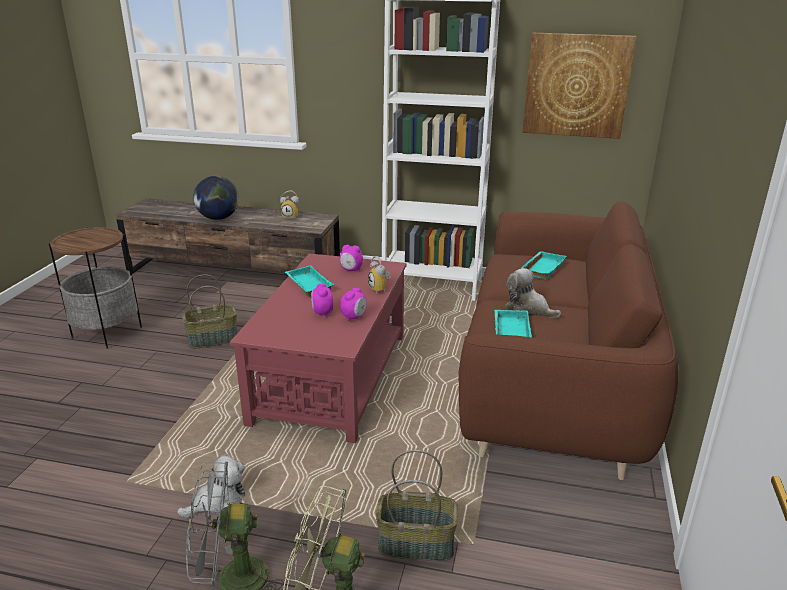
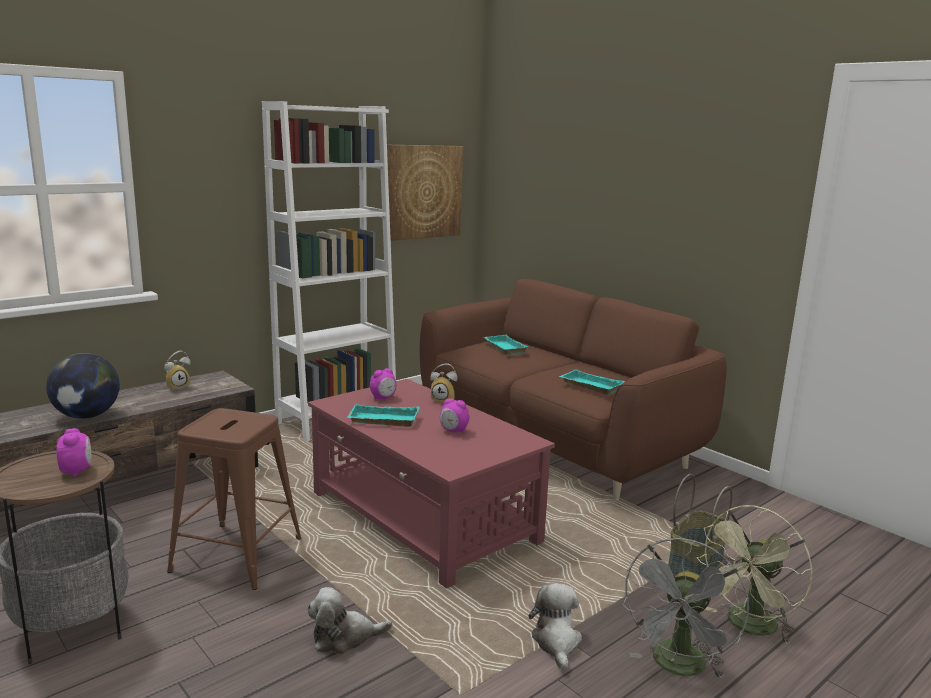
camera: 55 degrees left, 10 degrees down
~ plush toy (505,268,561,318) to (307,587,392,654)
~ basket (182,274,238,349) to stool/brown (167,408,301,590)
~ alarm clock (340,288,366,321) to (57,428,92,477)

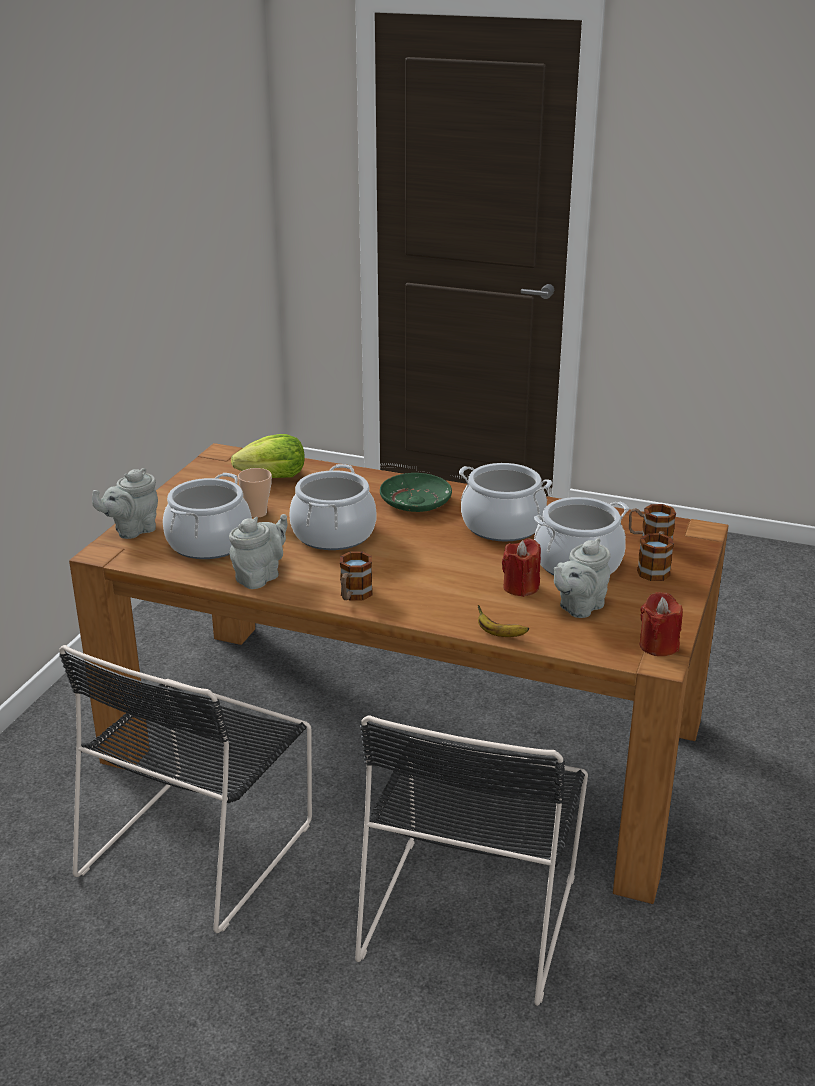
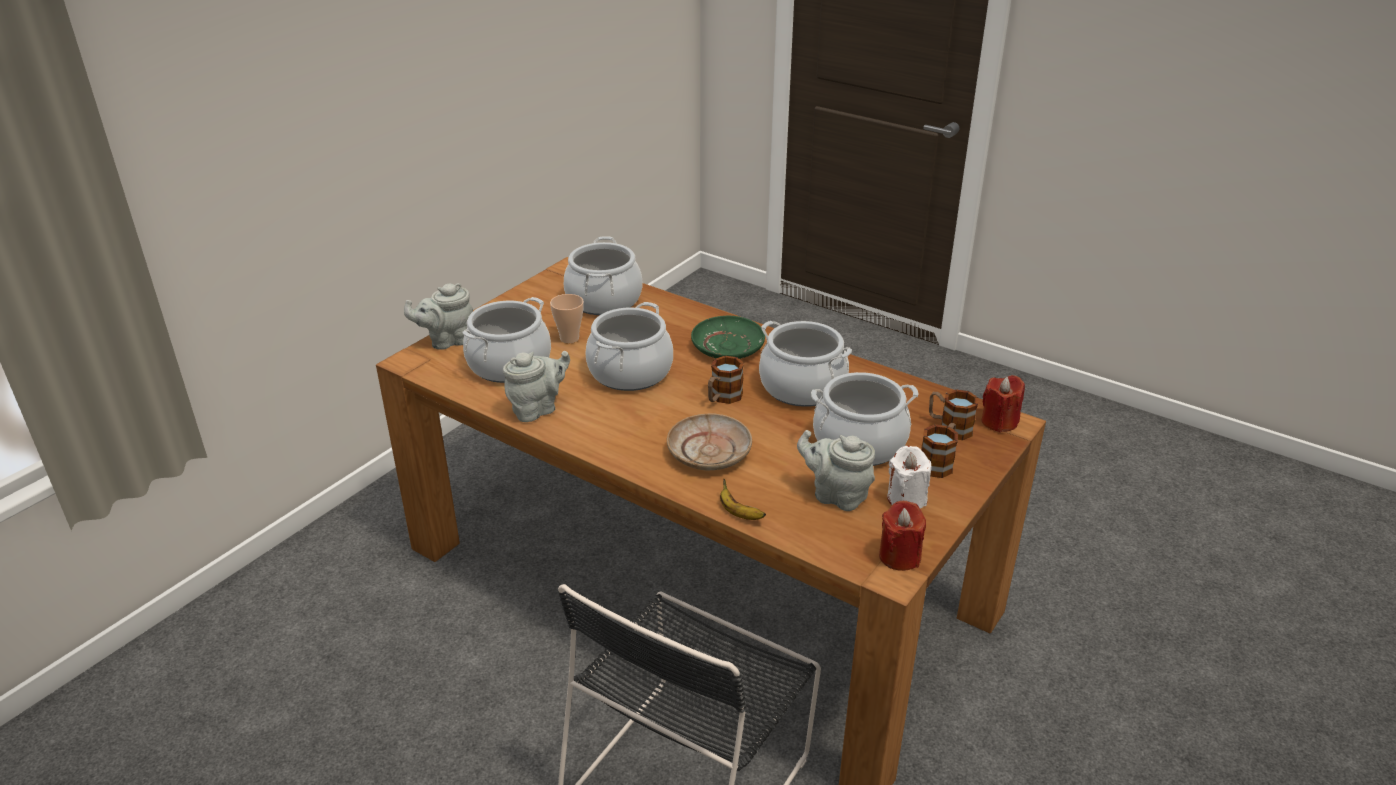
camera: 15 degrees right, 5 degrees up
~ lettuce (231,434,304,478) to cooking pot (564,236,642,315)
~ teapot/grey (554,538,611,618) = (797,430,875,511) 60 degrees clockwise
~ candle/red (502,539,541,597) to (982,375,1025,433)
~ mug (340,551,372,601) to (708,356,744,404)
- chair/black (59,645,312,933)
+ plate/beige (667,413,752,470)
+ candle/white (887,446,931,508)

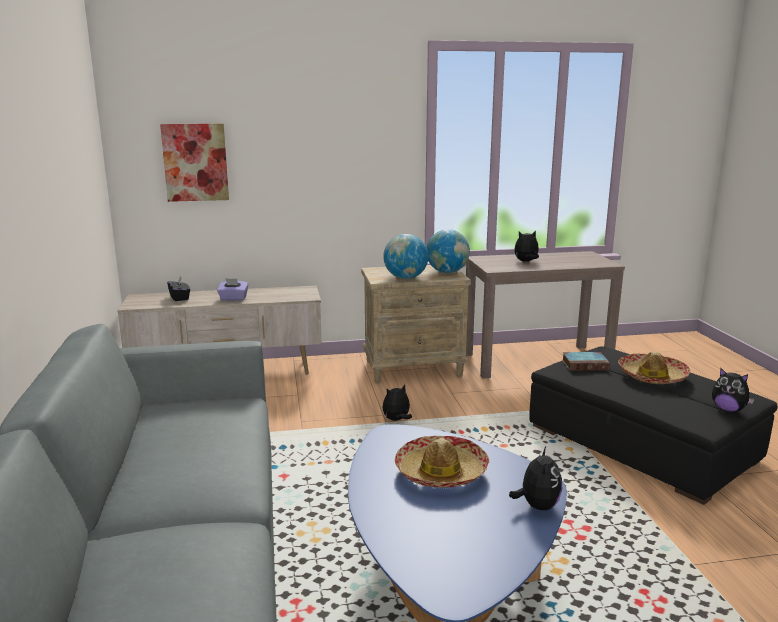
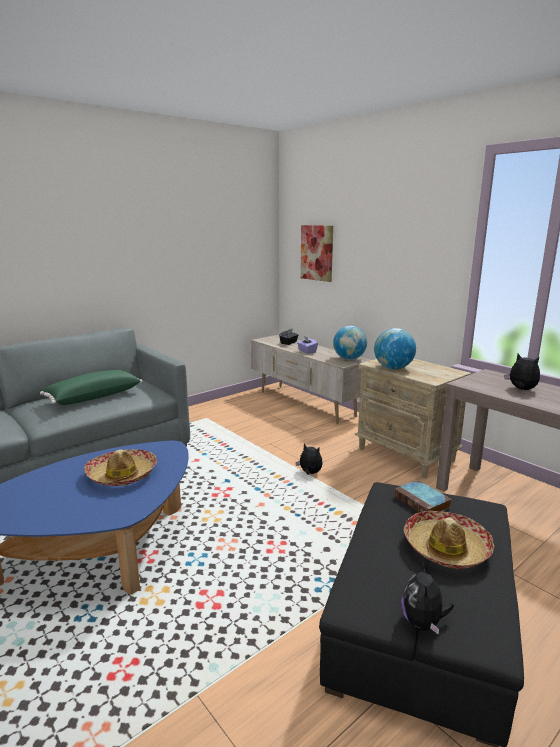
camera: 60 degrees right, 0 degrees up
~ globe (427,229,470,273) to (333,326,367,360)
- plush toy (509,447,563,510)
+ pillow/green (40,370,143,405)

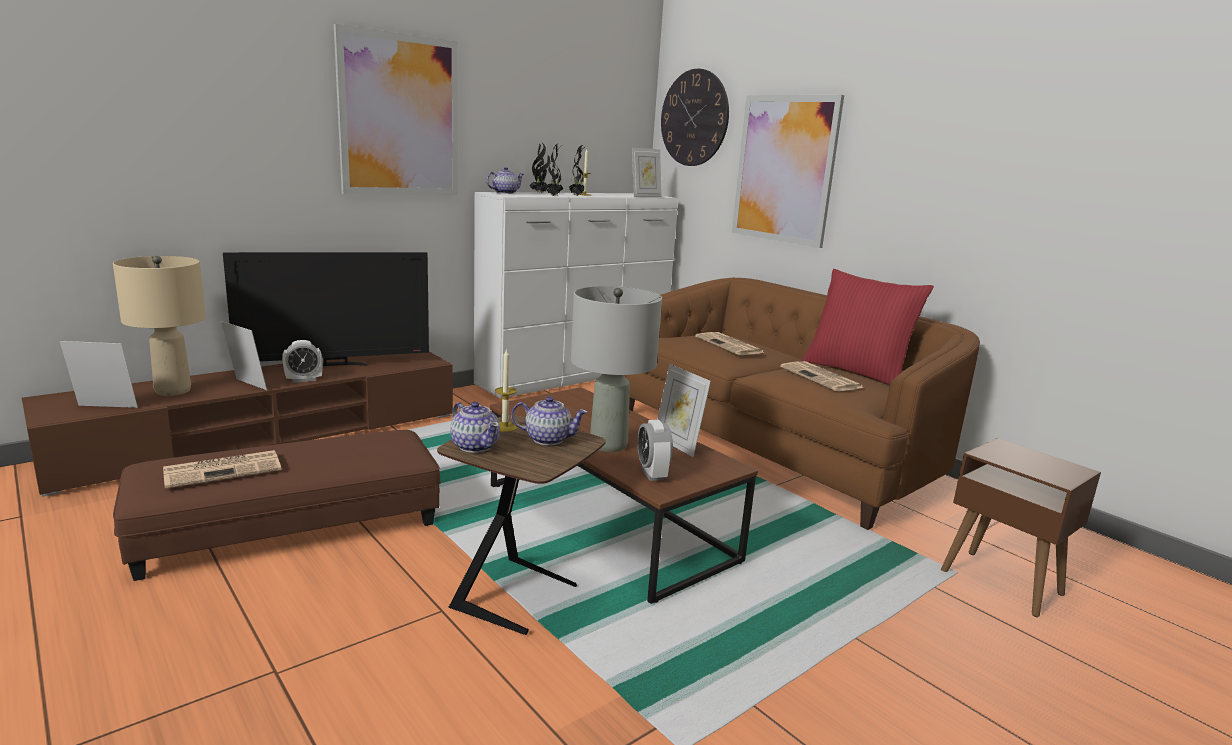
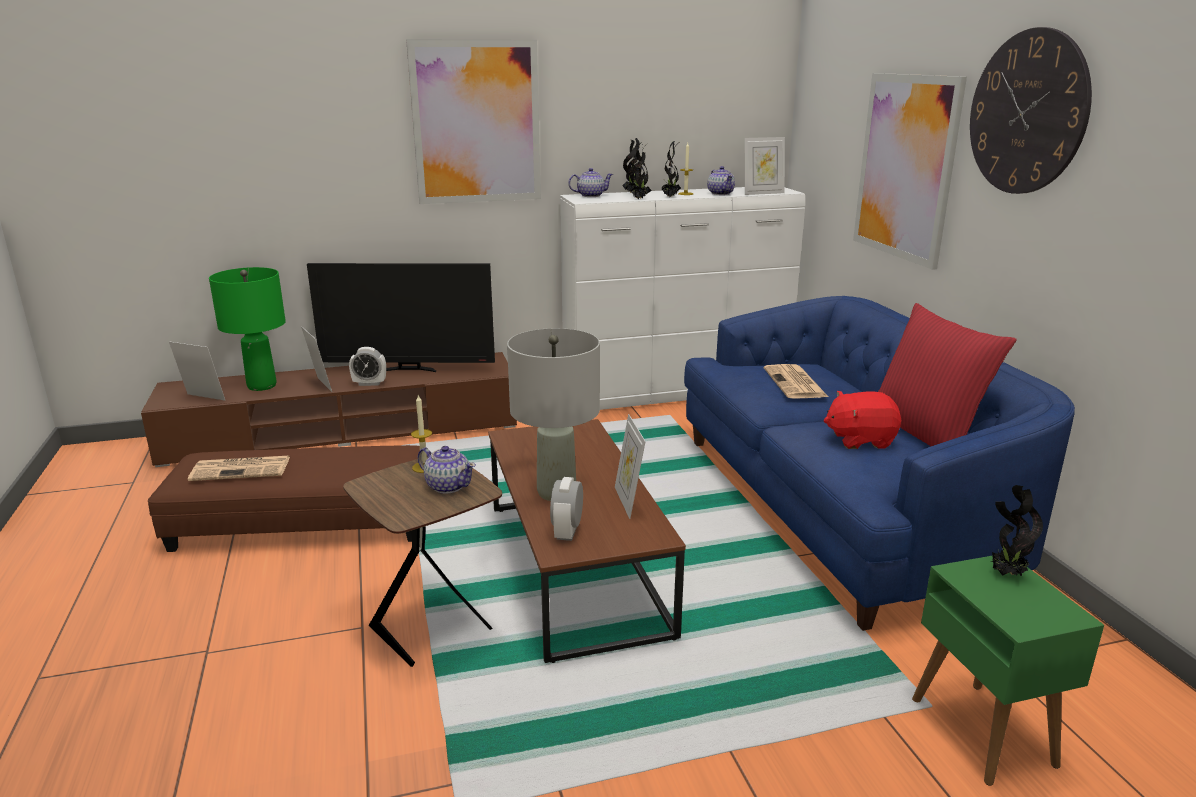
camera: 25 degrees right, 5 degrees up
~ wall clock (661,69,729,166) to (970,27,1092,194)
~ table lamp/beige (113,256,206,396) to table lamp/green (209,267,286,391)
~ sofa/brown (624,278,980,530) to sofa/blue (684,296,1075,631)
~ newspaper (780,361,864,391) to plush toy/red (824,391,901,449)
~ teapot (451,402,500,453) to (707,166,735,195)
~ side table/brown (941,438,1101,617) to side table/green (912,556,1104,786)
+ potted plant (991,485,1043,576)

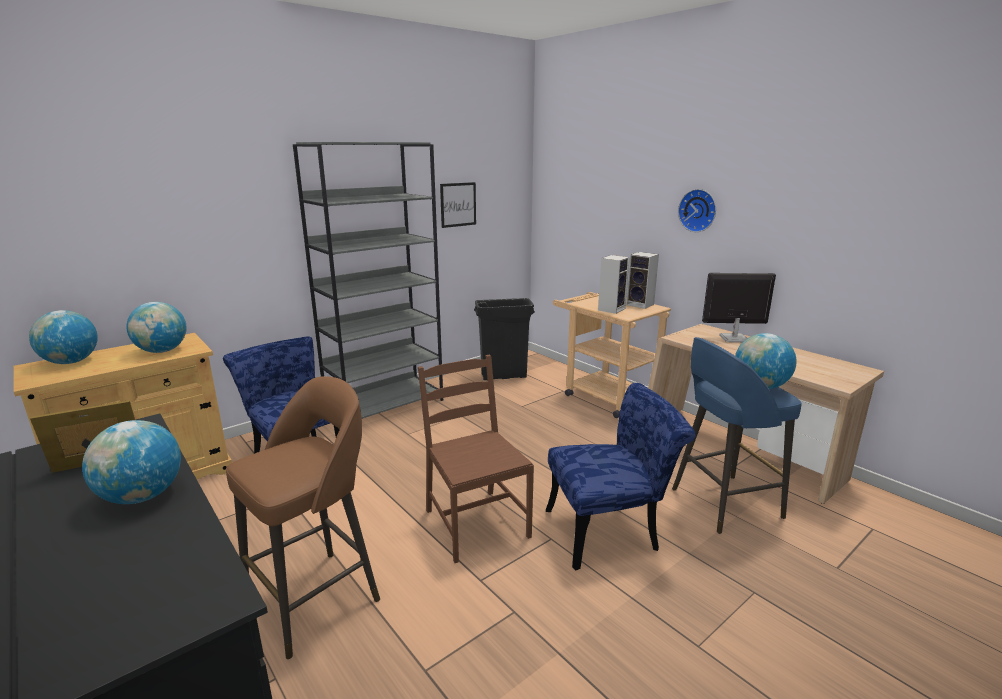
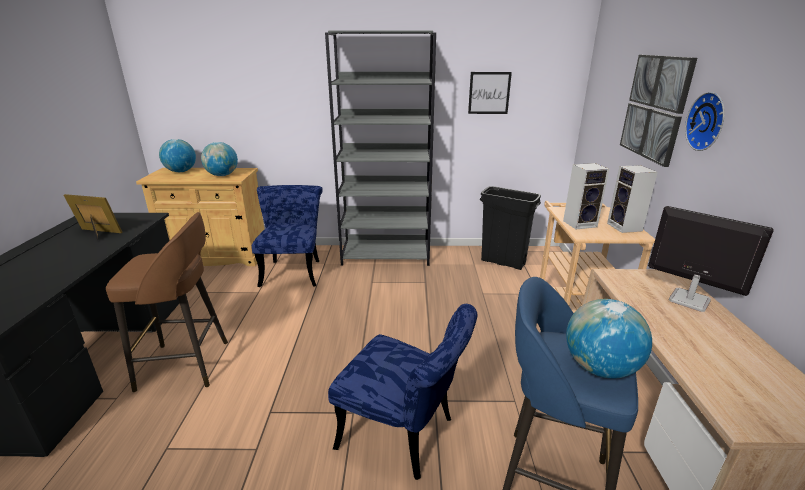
camera: 40 degrees right, 5 degrees up
- chair/brown (418,355,534,563)
- globe (82,420,181,504)
+ picture (620,55,697,167)

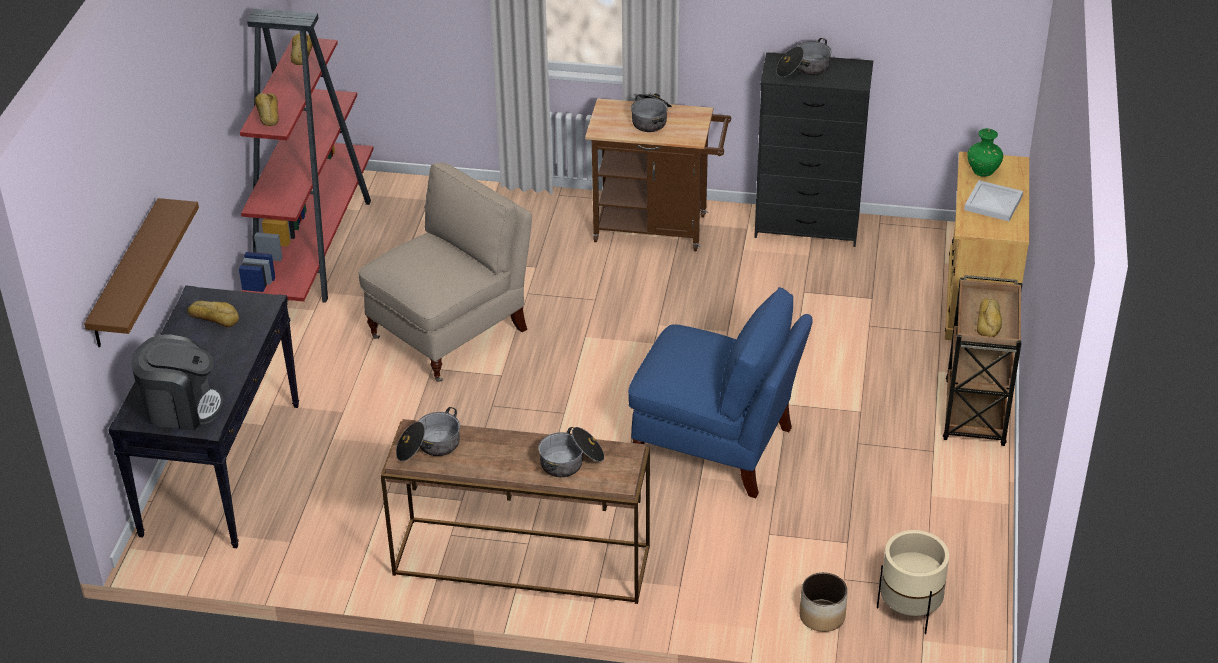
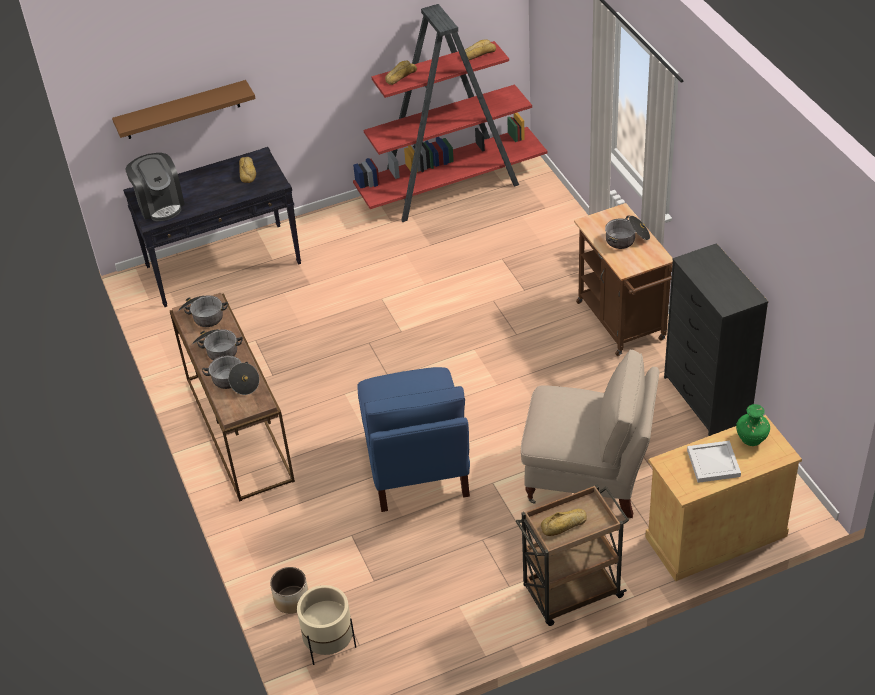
camera: 60 degrees right, 5 degrees up
~ cooking pot (776,38,832,77) to (191,329,243,360)
~ chair/beige (358,163,532,382) to (521,349,659,518)

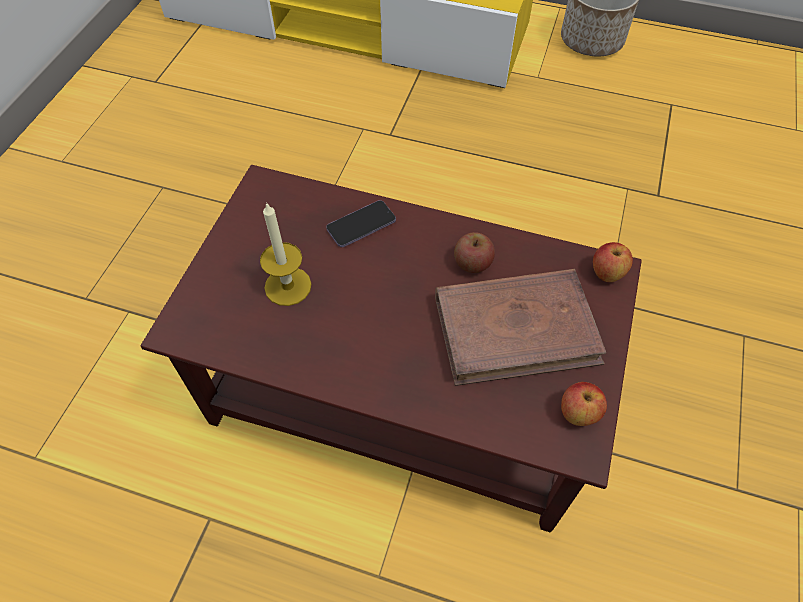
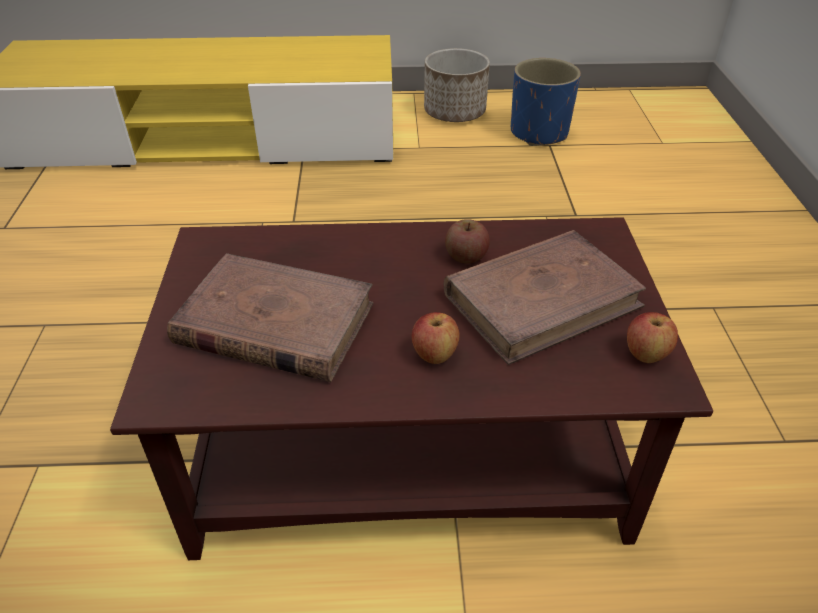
camera: 20 degrees left, 15 degrees down
- phone (326,200,396,247)
~ candle (260,202,311,306) to book/brown (167,253,373,382)
~ apple (593,242,633,282) to (412,312,460,364)
+ planter/blue (511,58,581,146)

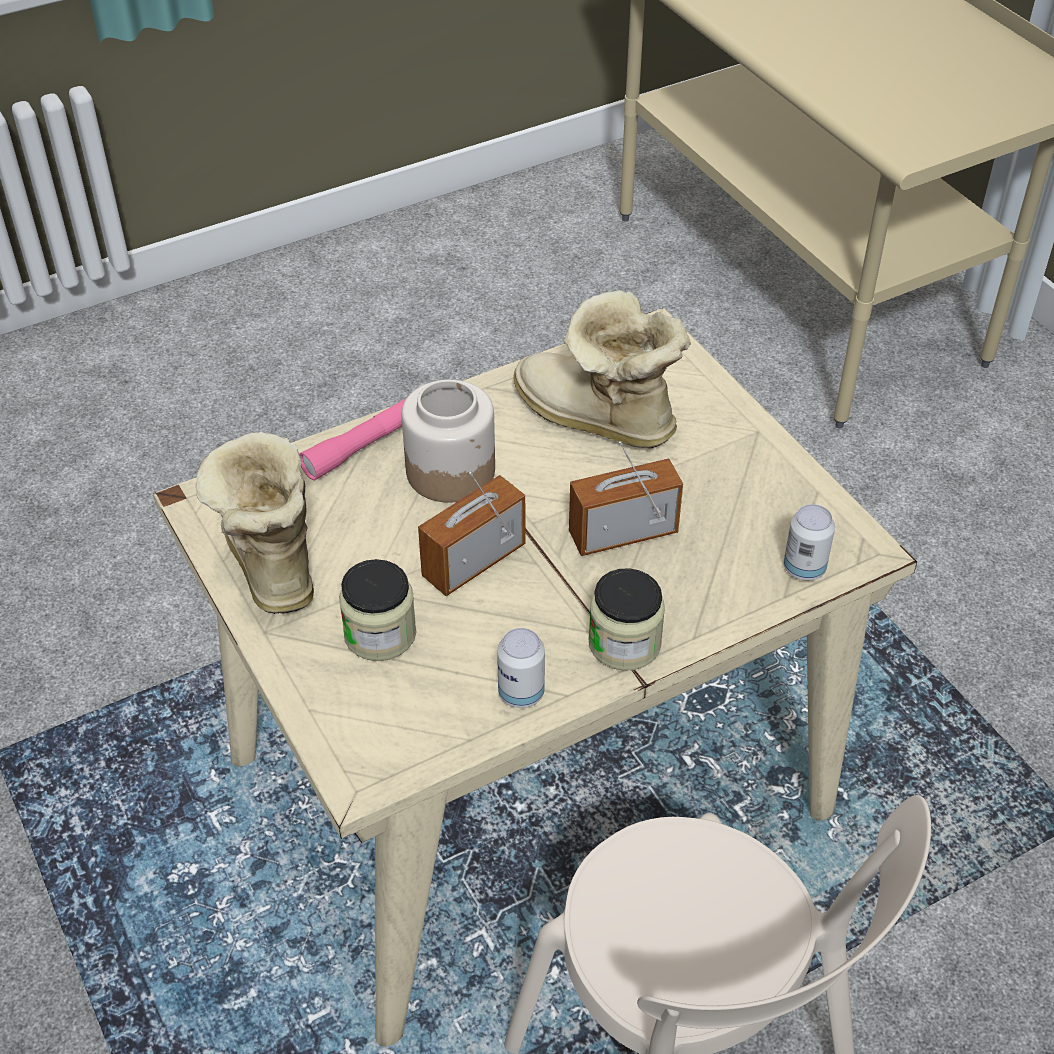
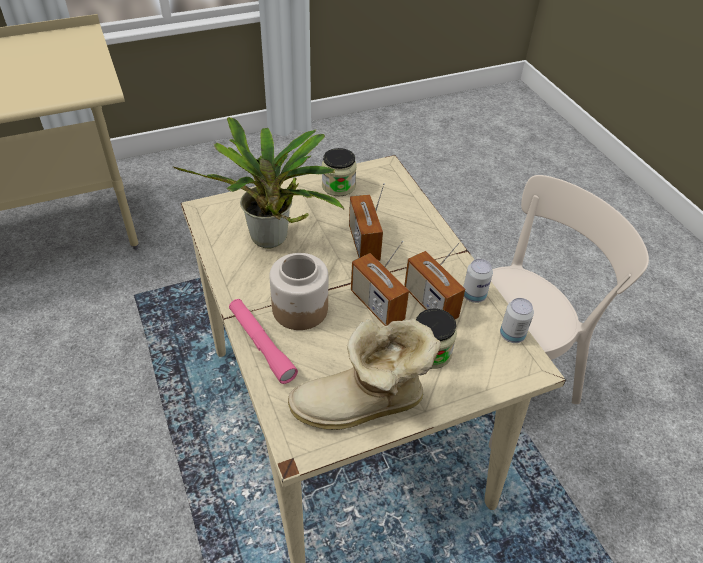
camera: 85 degrees left, 0 degrees up
~ boot (513,290,691,448) to potted plant (172,117,344,248)
~ can (784,504,835,581) to (500,298,534,343)
~ jar (588,568,665,671) to (322,148,357,196)
+ radio (404,239,465,319)

